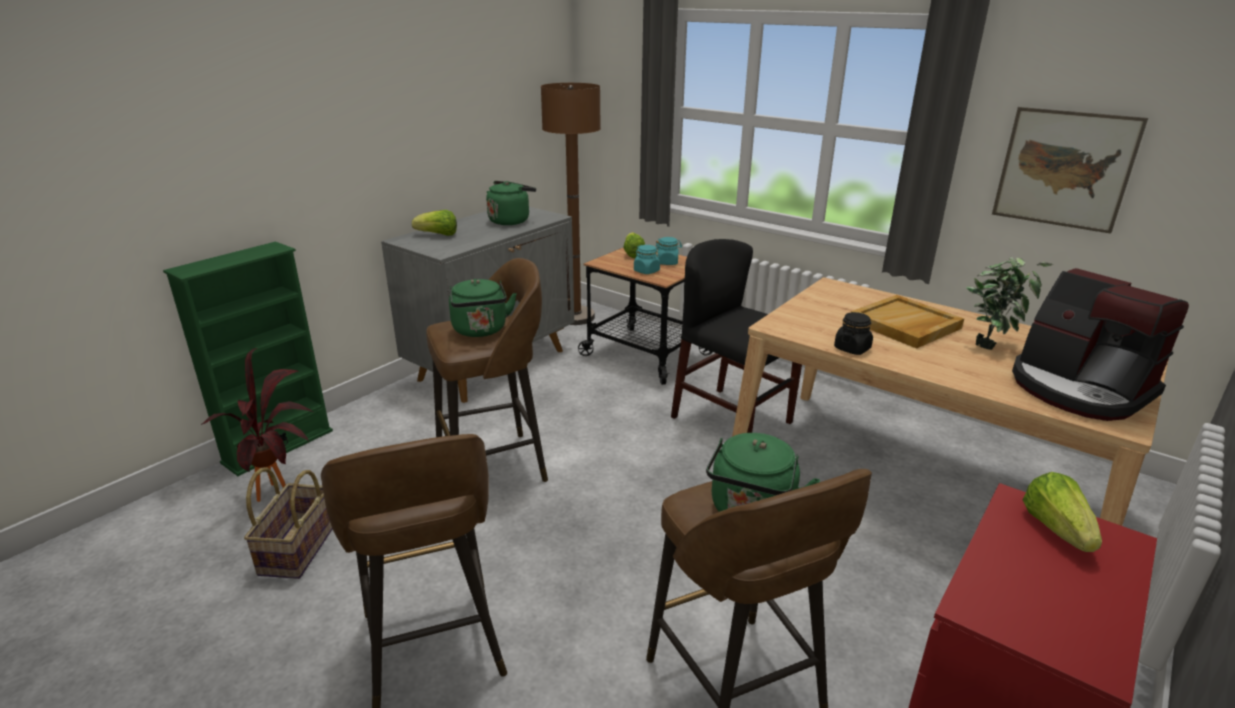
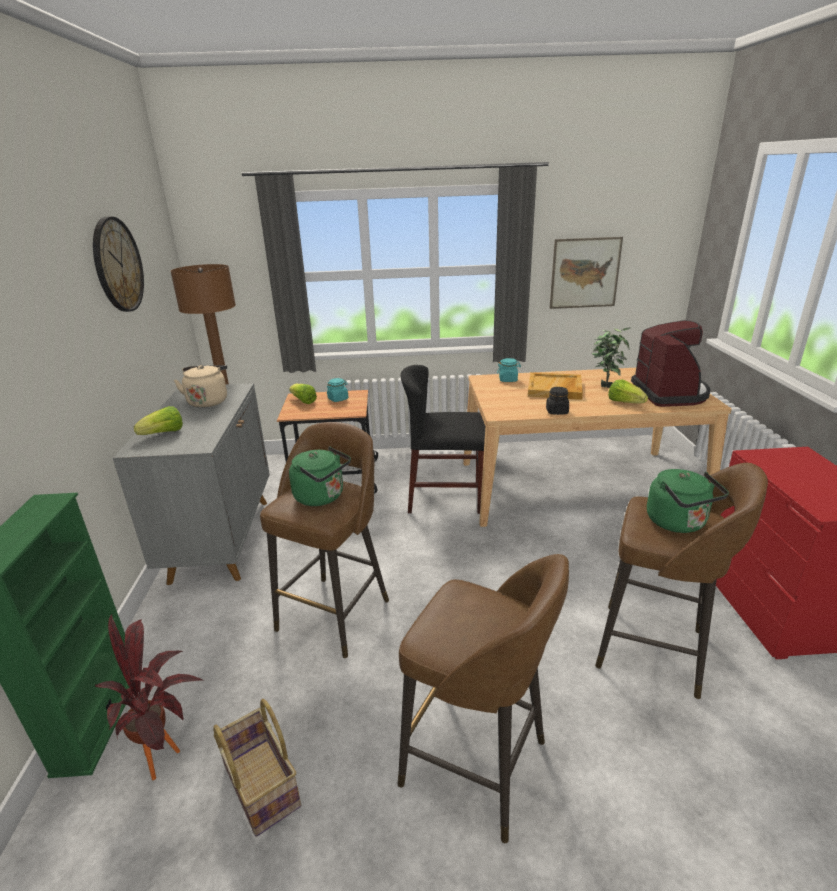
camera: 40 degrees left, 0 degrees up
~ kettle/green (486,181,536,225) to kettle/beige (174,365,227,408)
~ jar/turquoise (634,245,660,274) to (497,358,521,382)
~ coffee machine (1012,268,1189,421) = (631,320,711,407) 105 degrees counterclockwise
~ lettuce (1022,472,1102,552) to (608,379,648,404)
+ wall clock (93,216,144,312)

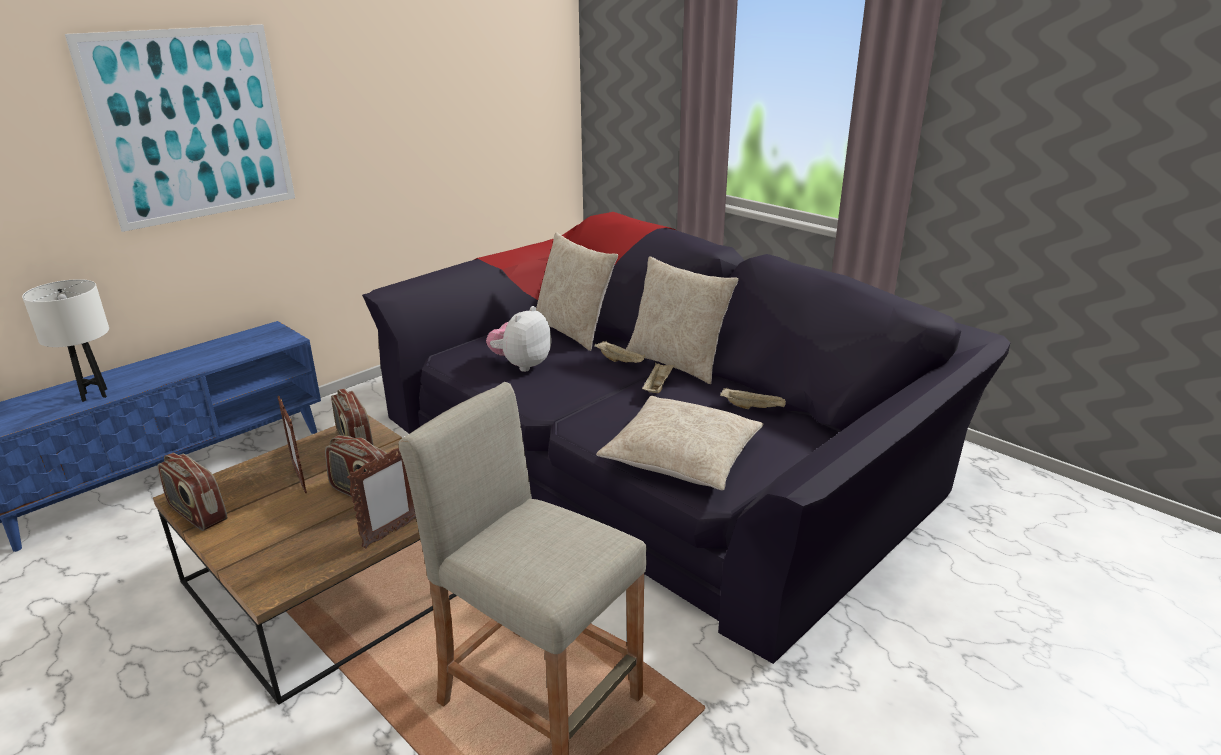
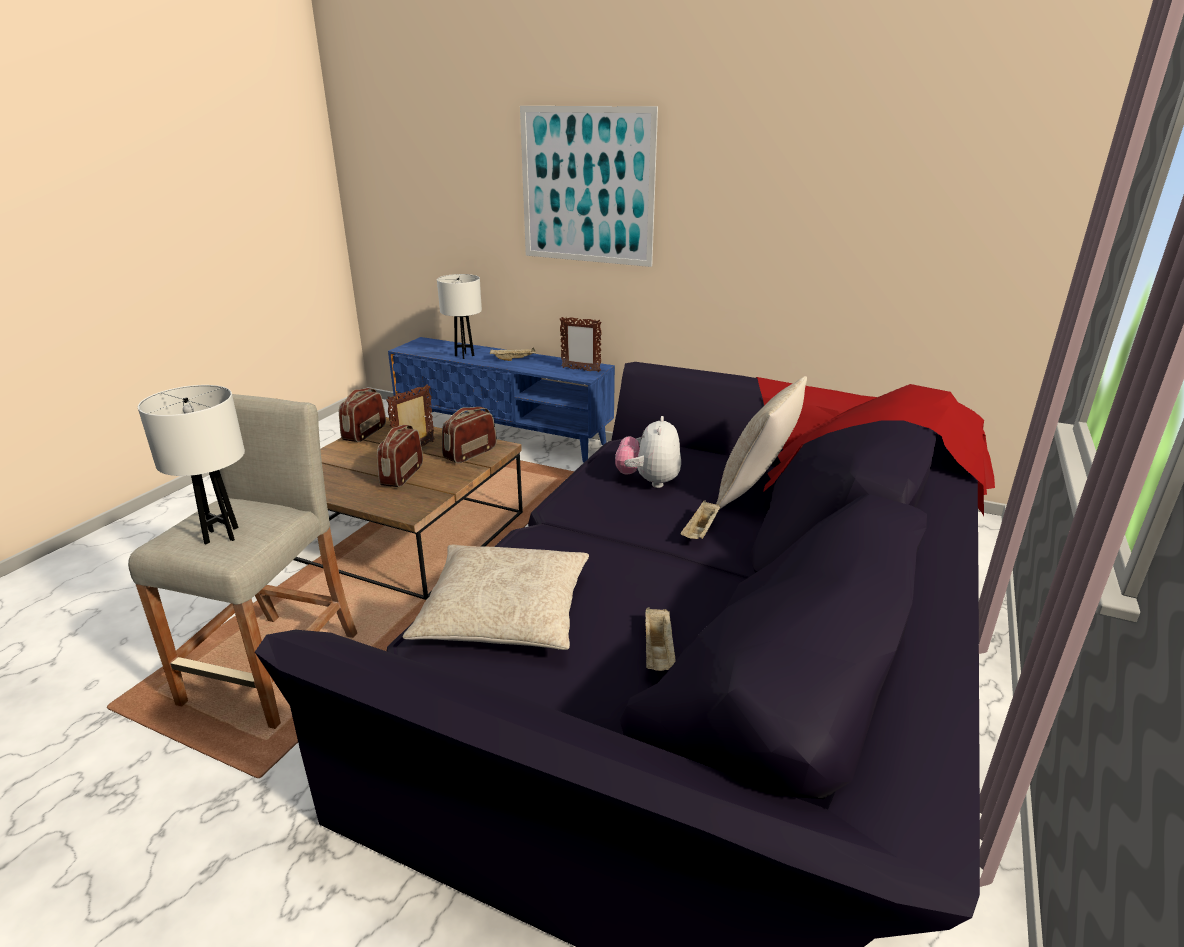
camera: 70 degrees right, 0 degrees up
- pillow/beige (626,256,739,384)
~ plush toy (486,306,551,372) = (615,416,681,488) 90 degrees counterclockwise
~ tray/beige (642,362,675,393) to (490,348,536,361)
~ picture frame (347,448,416,549) to (560,317,602,372)
+ table lamp/white (138,385,245,545)

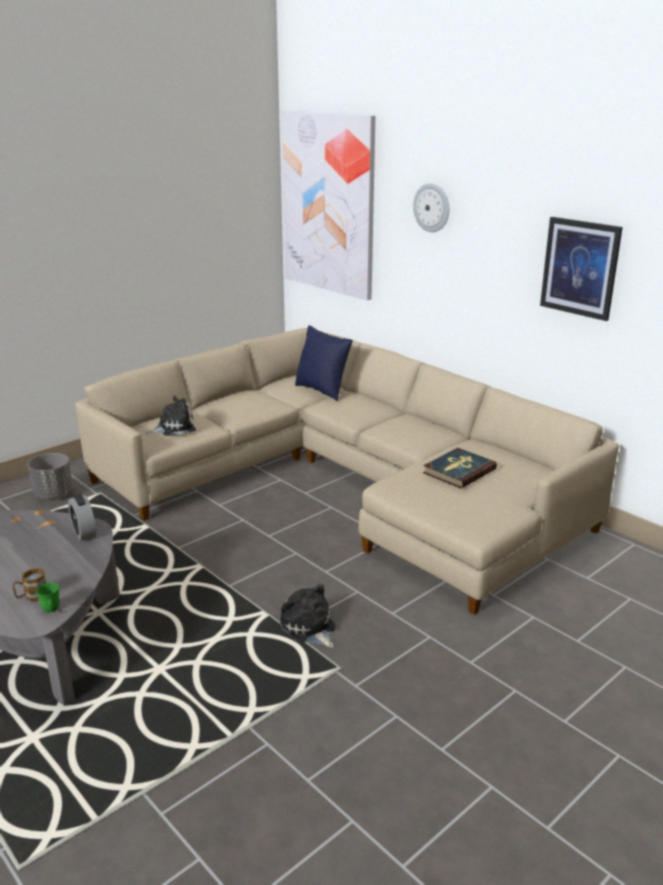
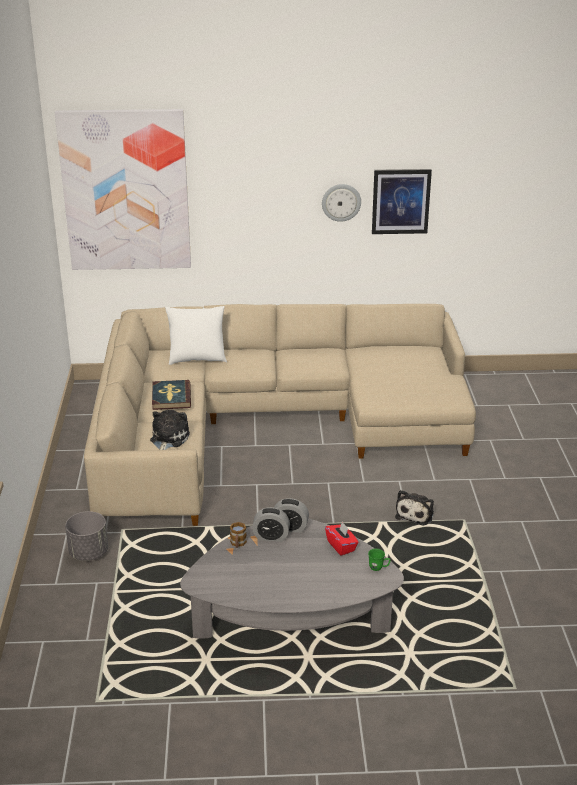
camera: 50 degrees left, 5 degrees up
~ wall clock (413,183,449,232) to (322,184,361,222)
~ pillow/blue (295,325,353,401) to pillow/white (165,306,227,365)
~ book (423,448,497,488) to (152,380,191,410)
~ mug (12,568,46,602) to (230,522,247,548)
~ plush toy (280,584,336,648) = (395,490,434,525) 75 degrees counterclockwise
+ alarm clock (252,507,290,542)
+ tissue box/red (325,521,359,556)

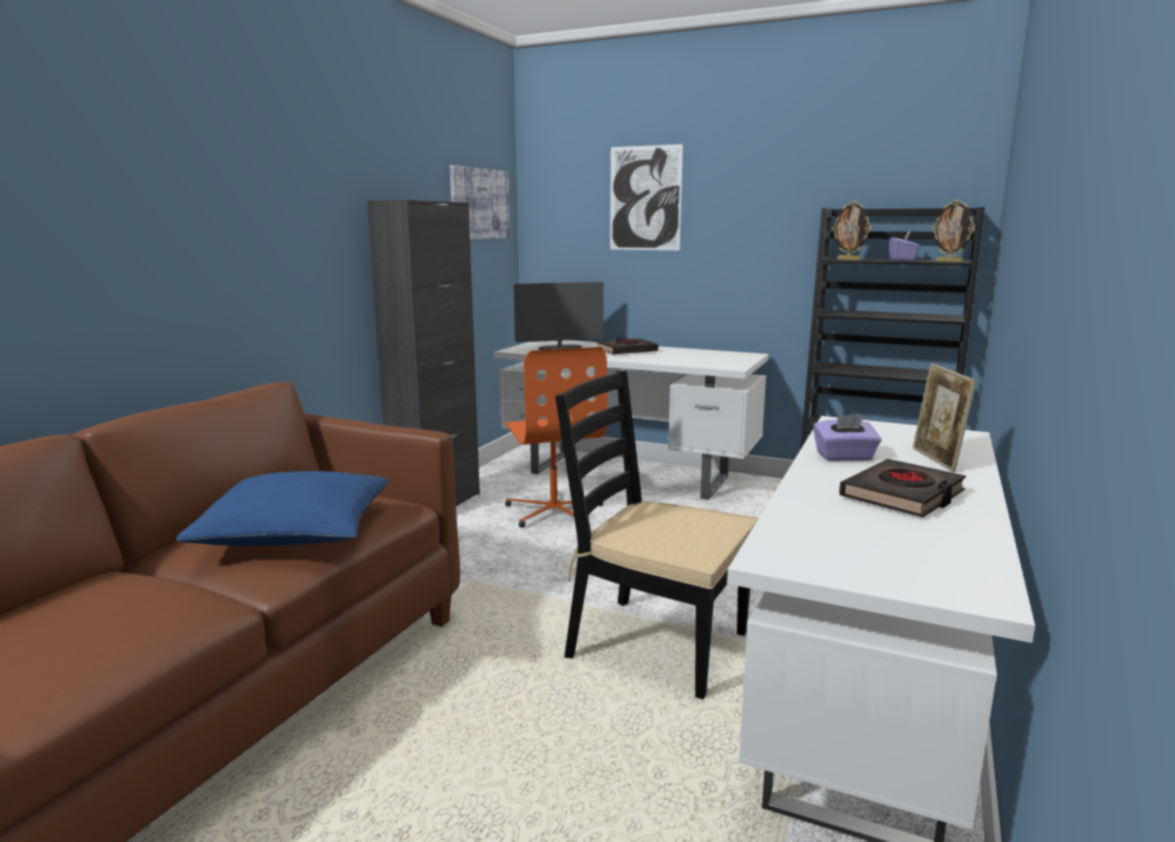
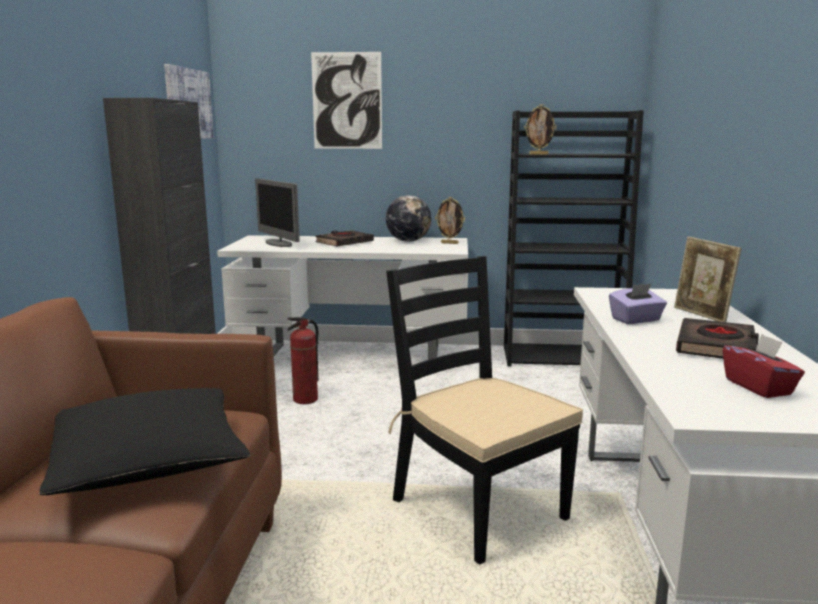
camera: 20 degrees left, 0 degrees up
~ picture frame (932,199,975,262) to (435,197,465,244)
- tissue box/purple (889,231,920,261)
~ monitor (514,282,604,350) = (255,178,300,247) 90 degrees counterclockwise
~ office chair/orange (505,347,608,528) to fire extinguisher (287,317,319,404)
~ chair/black (555,370,758,699) = (386,256,583,565) 45 degrees clockwise
~ pillow/blue (176,471,389,546) to pillow/black (39,388,251,495)
+ globe (386,195,431,242)
+ tissue box/red (723,334,805,398)

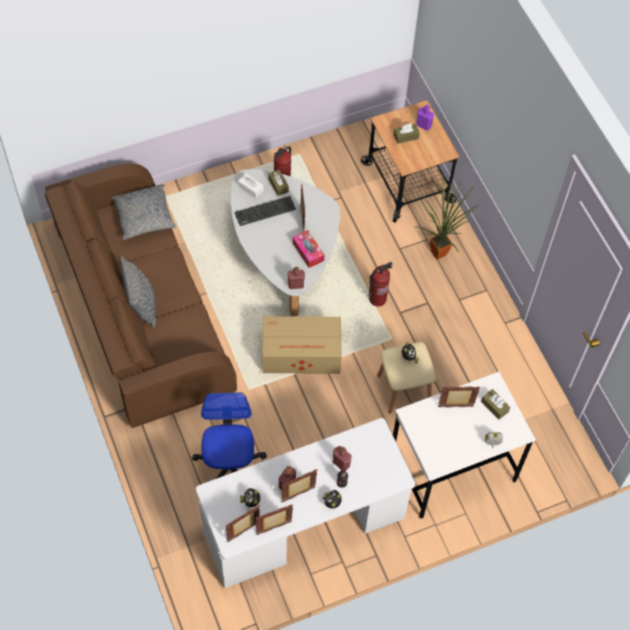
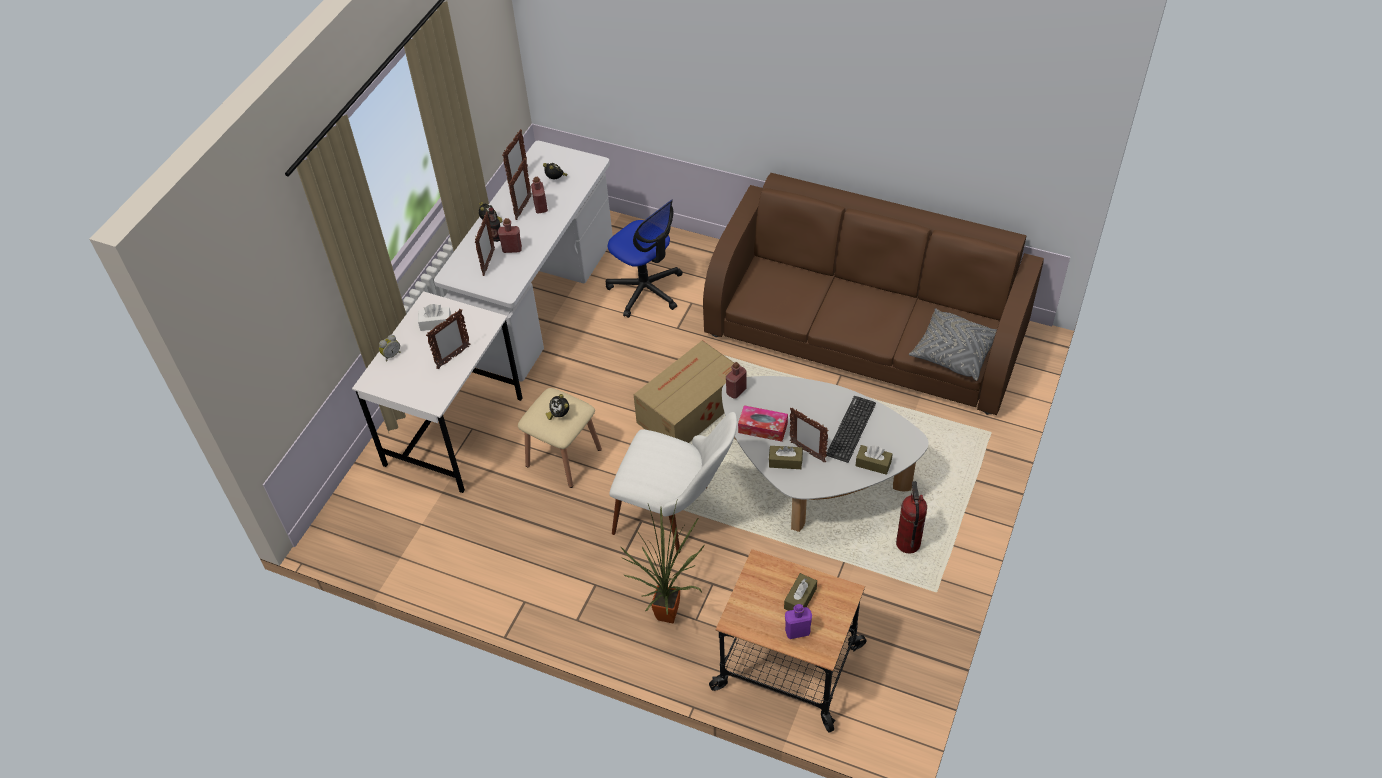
camera: 140 degrees right, 10 degrees down
~ tissue box/white (238,174,264,198) to (418,304,451,331)
- pillow/grey (121,255,156,328)
~ fire extinguisher (369,262,393,307) to chair/white (609,412,737,553)
~ tissue box/brown (481,389,510,420) to (769,446,803,469)
~ picture frame (226,505,260,542) to (475,212,495,276)

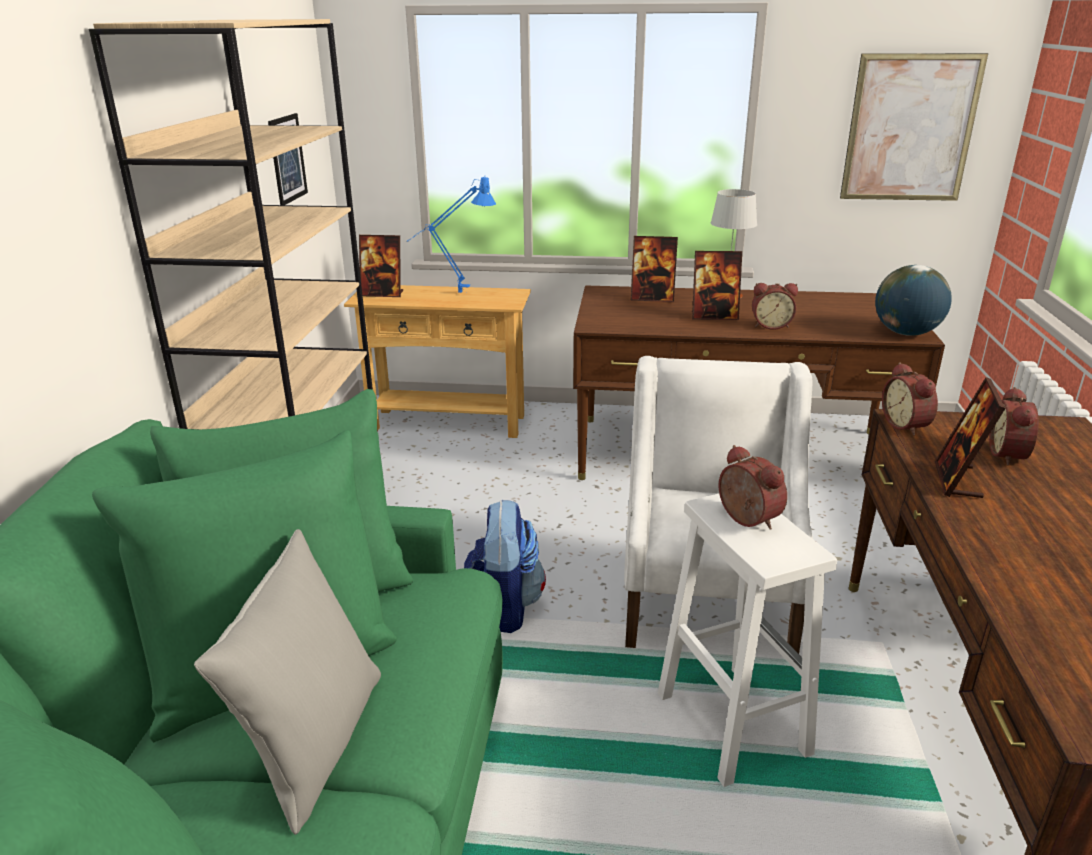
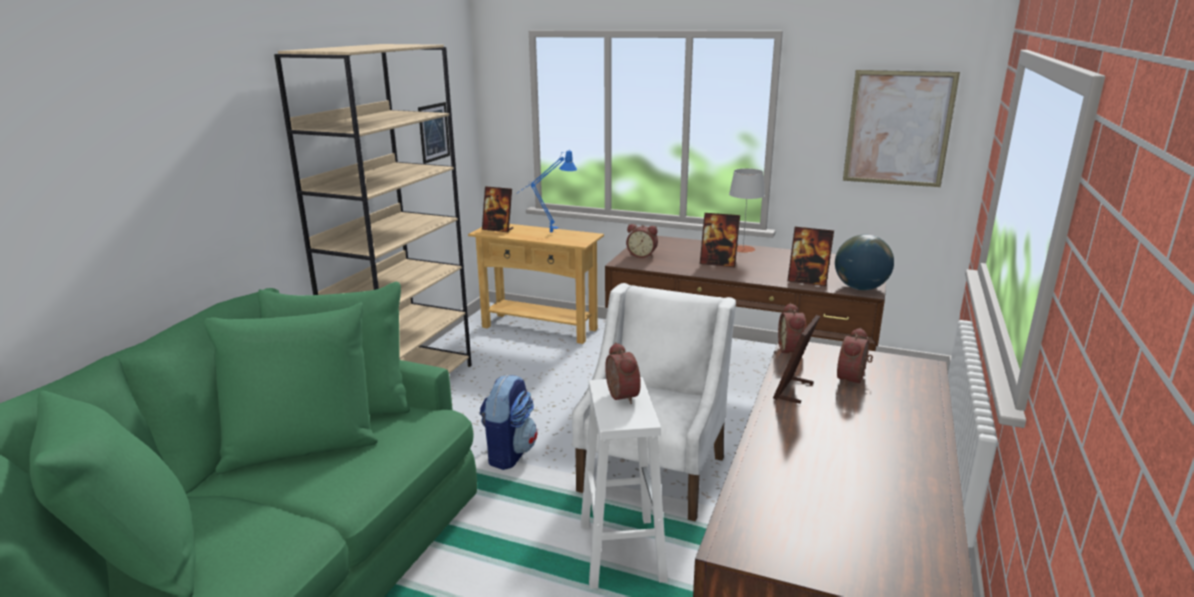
camera: 15 degrees right, 5 degrees down
~ picture frame (631,236,678,302) to (787,227,834,286)
~ alarm clock (752,283,798,330) to (626,224,658,258)
- pillow/grey (194,529,381,835)

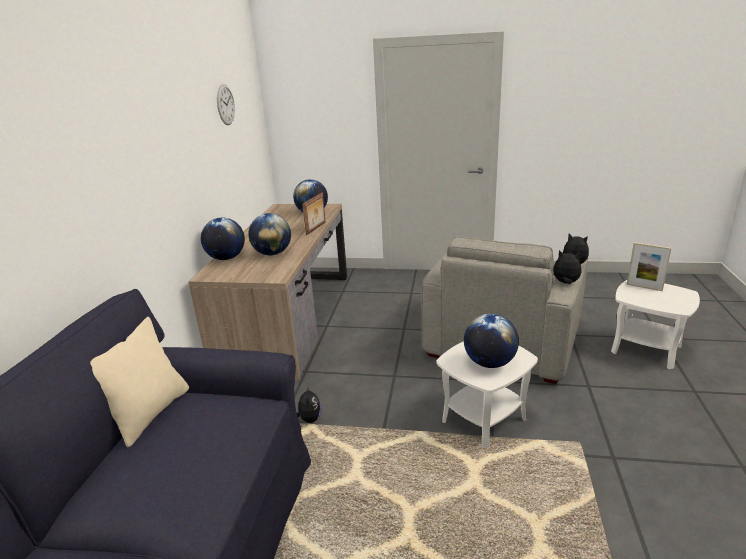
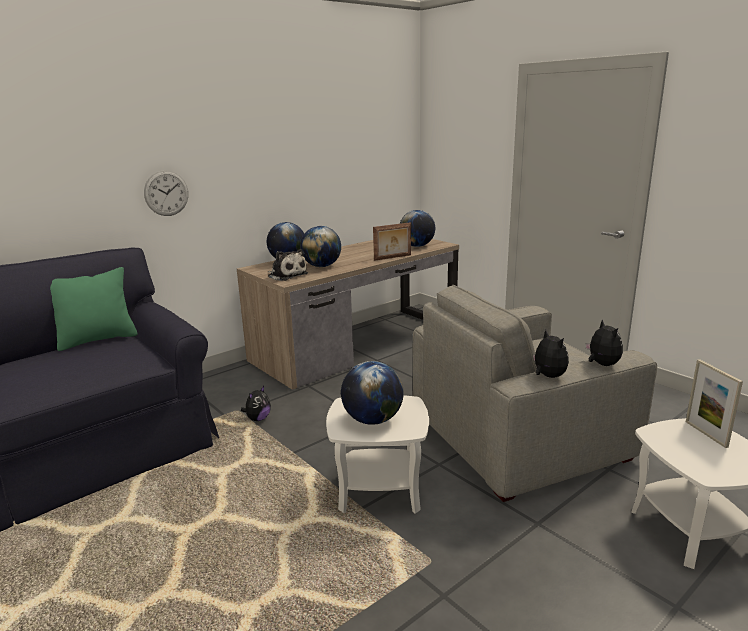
camera: 40 degrees right, 5 degrees down
~ wall clock (217,84,235,125) to (144,170,188,216)
~ pillow/beige (90,317,189,447) to pillow/green (50,267,137,351)
+ plush toy (267,249,308,281)

